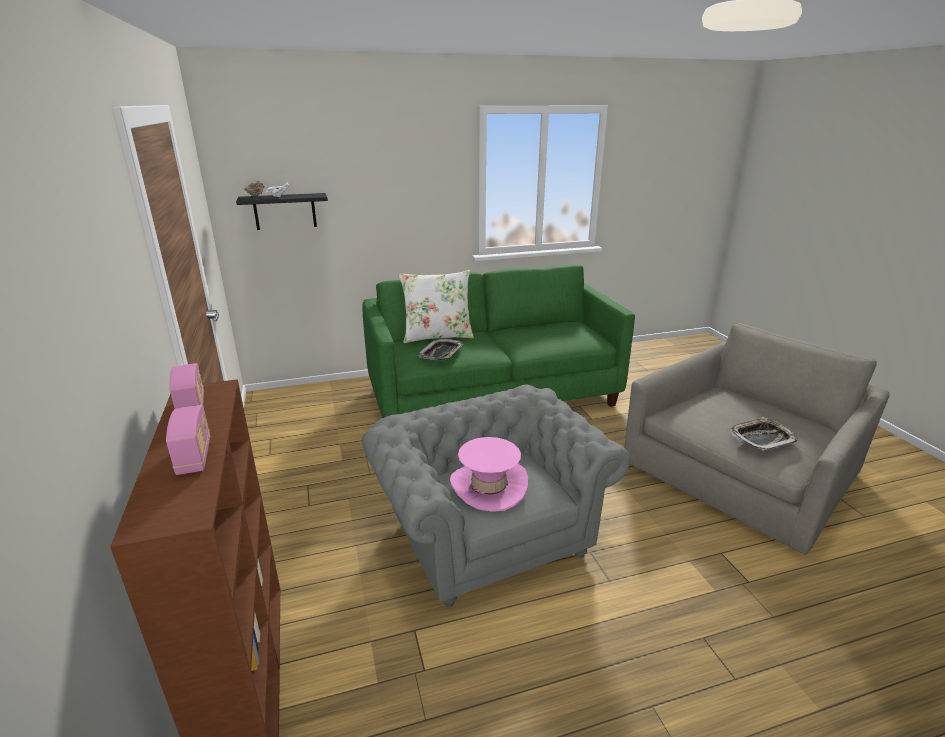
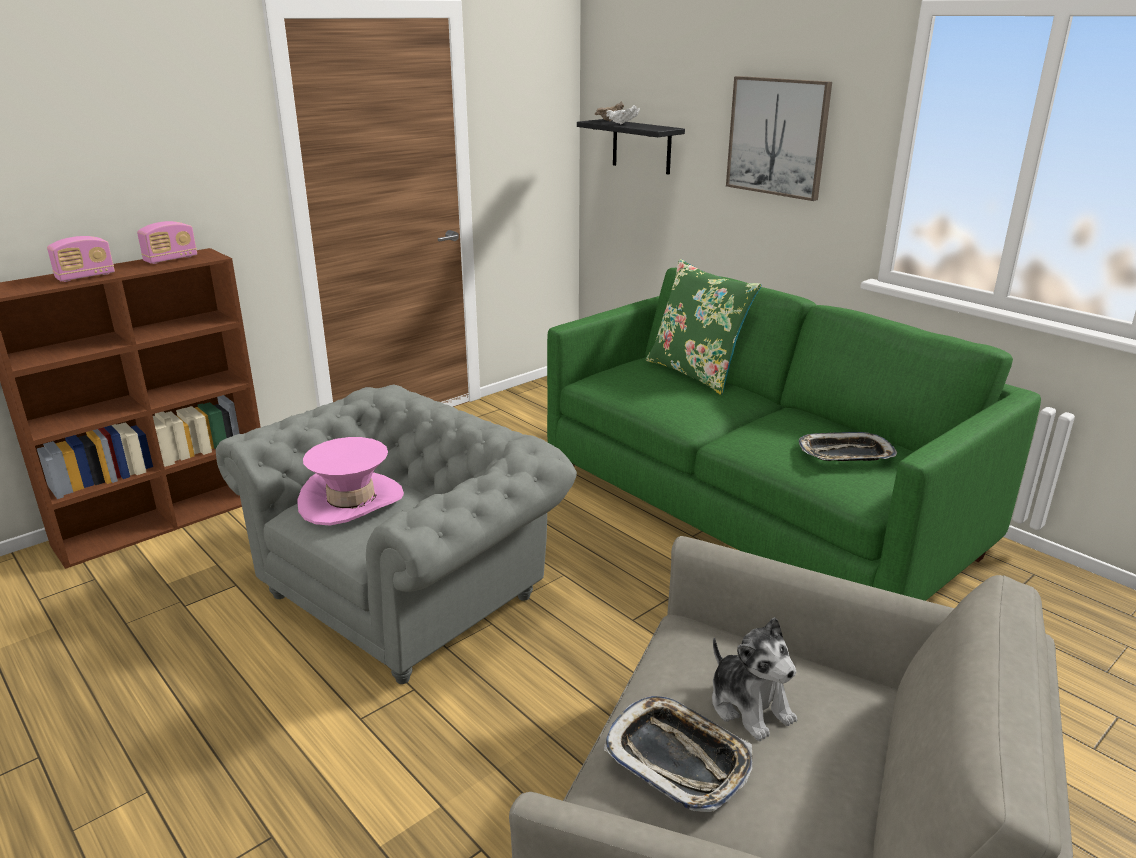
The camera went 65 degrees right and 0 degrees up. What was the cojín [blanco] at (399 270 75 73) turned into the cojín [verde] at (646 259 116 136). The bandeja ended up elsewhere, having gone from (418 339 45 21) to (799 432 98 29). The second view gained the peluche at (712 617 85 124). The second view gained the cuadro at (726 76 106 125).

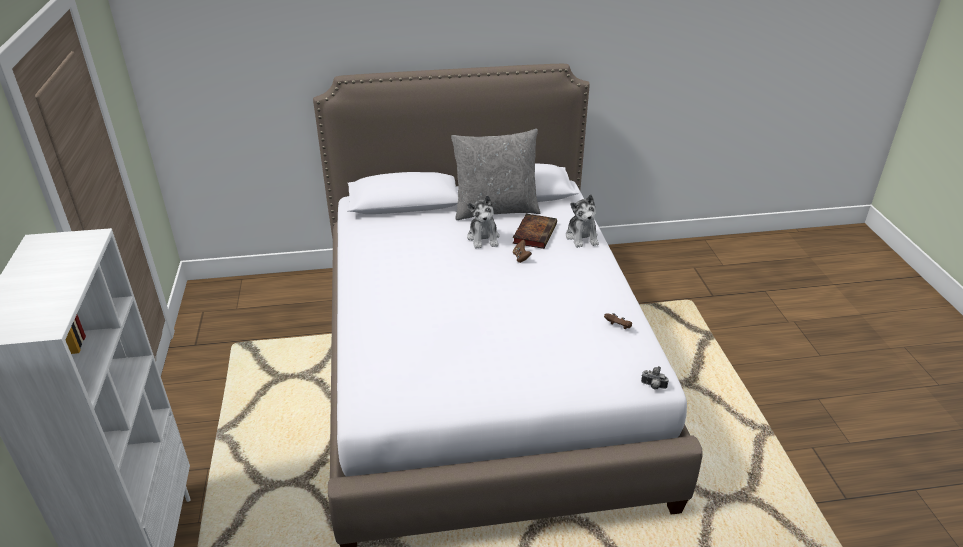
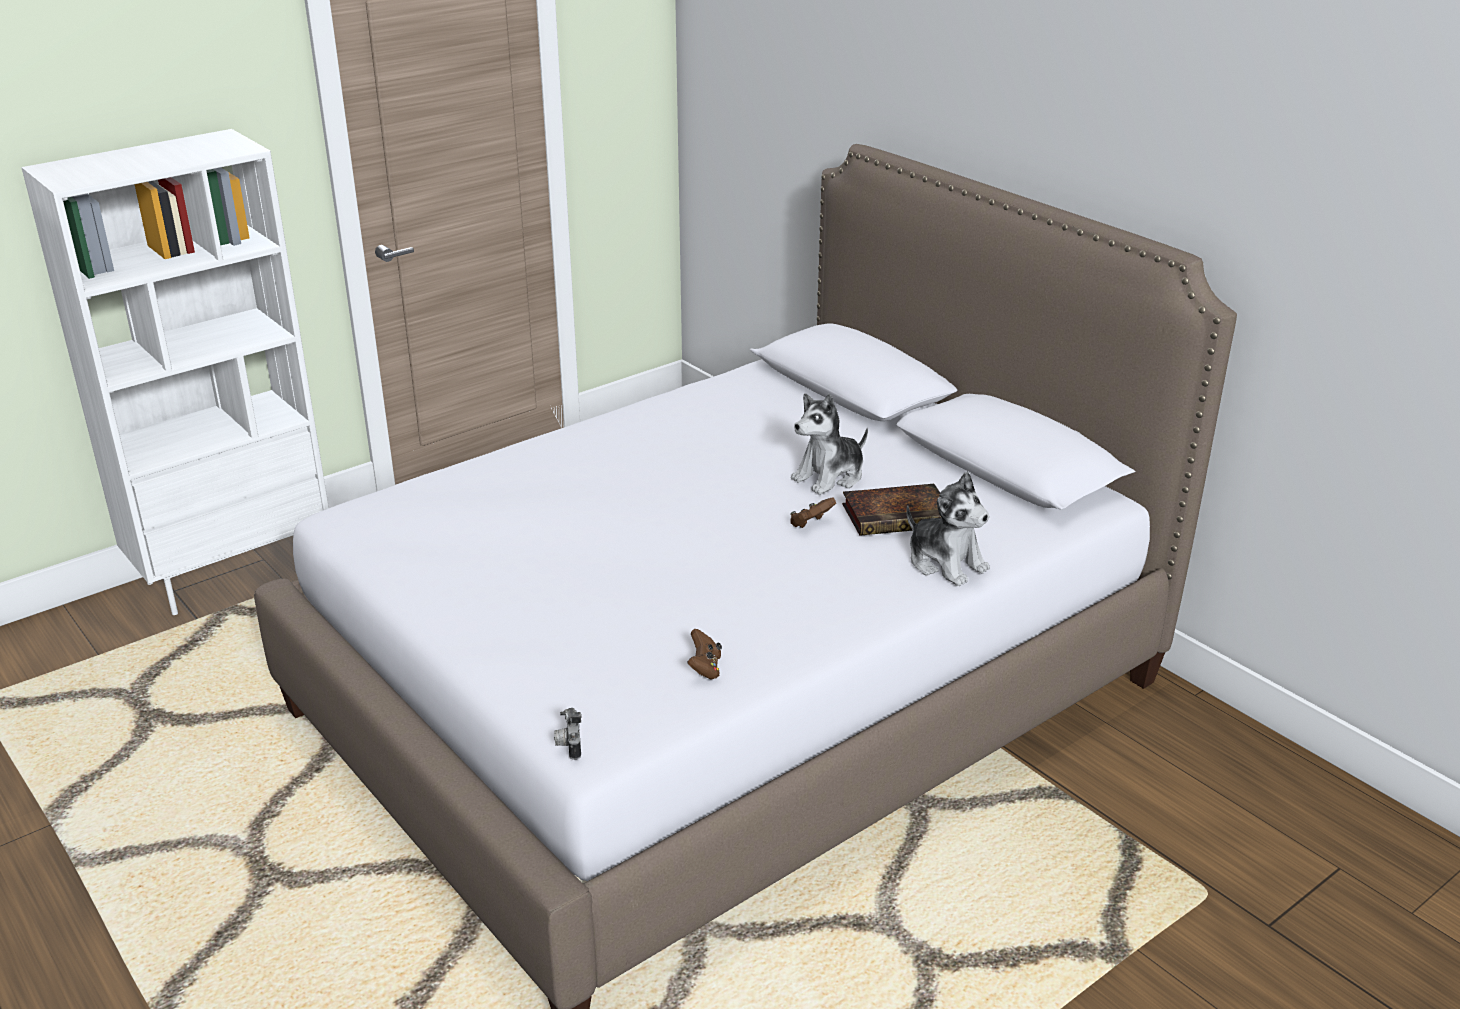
The camera went 60 degrees right and 5 degrees down. The second view lost the cojín [gris] at (451 129 89 91). The peluche at (566 194 33 54) ended up facing another way, 90 degrees counterclockwise from before.

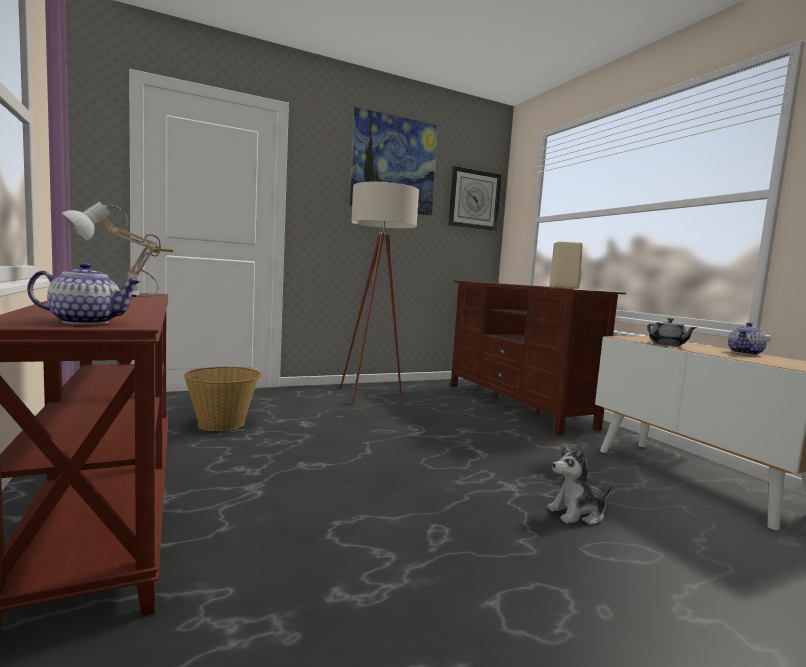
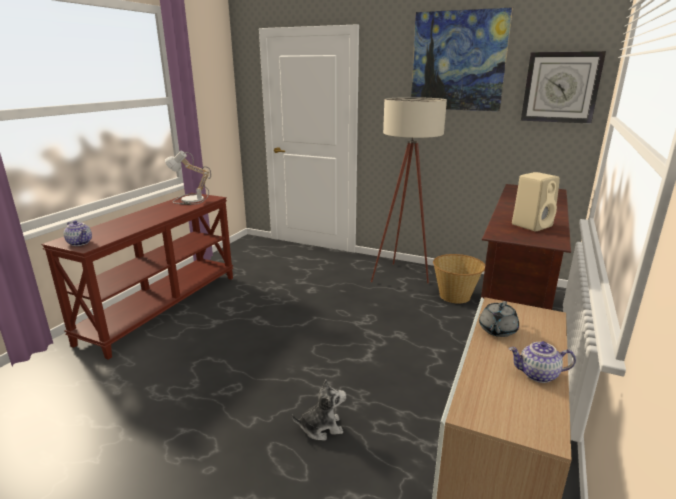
The camera went 50 degrees right and 15 degrees up. The cesta ended up elsewhere, having gone from (184 367 77 64) to (433 254 52 50). The peluche at (547 446 65 79) ended up facing another way, 135 degrees clockwise from before.

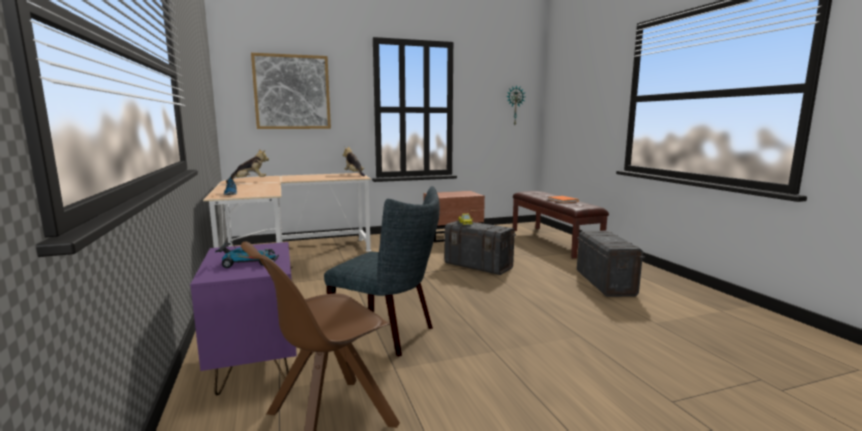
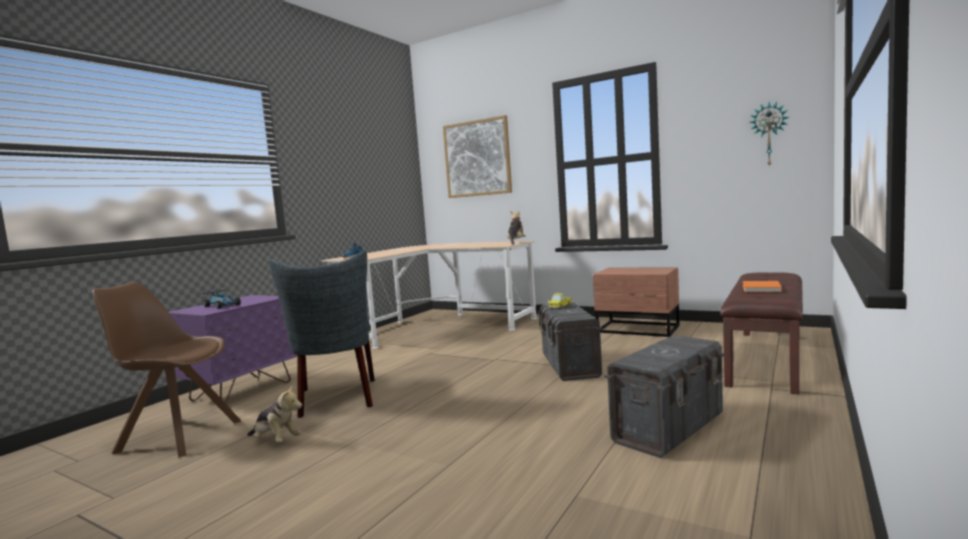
The camera went 50 degrees right and 5 degrees down. The peluche ended up elsewhere, having gone from (226 149 43 33) to (247 385 55 58).

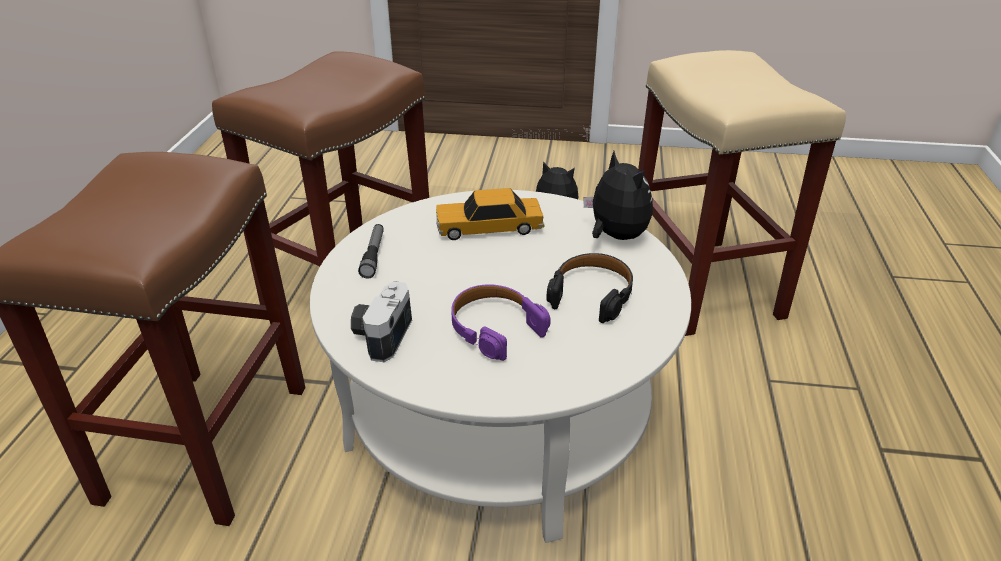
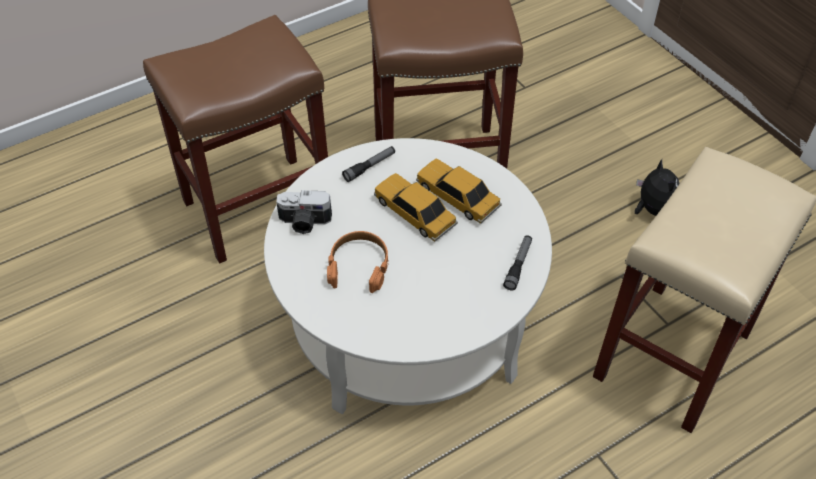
The camera went 50 degrees right and 15 degrees up. The cámara at (351 281 61 81) ended up facing another way, 150 degrees counterclockwise from before. What was the auriculares [morado] at (451 284 100 77) turned into the auriculares [naranja] at (327 231 62 62). The second view lost the auriculares [negro] at (546 253 87 70). Where the peluche stood at (584 151 69 89), the linterna came to stand at (503 235 29 55). The second view gained the coche de juguete at (374 173 84 69).

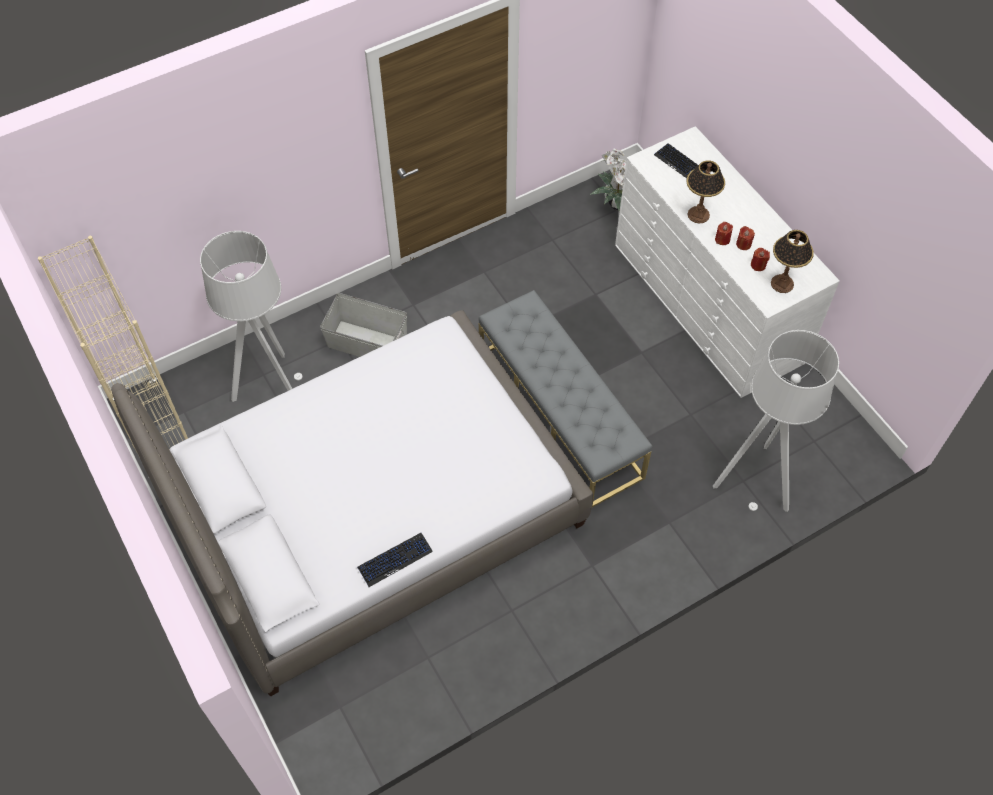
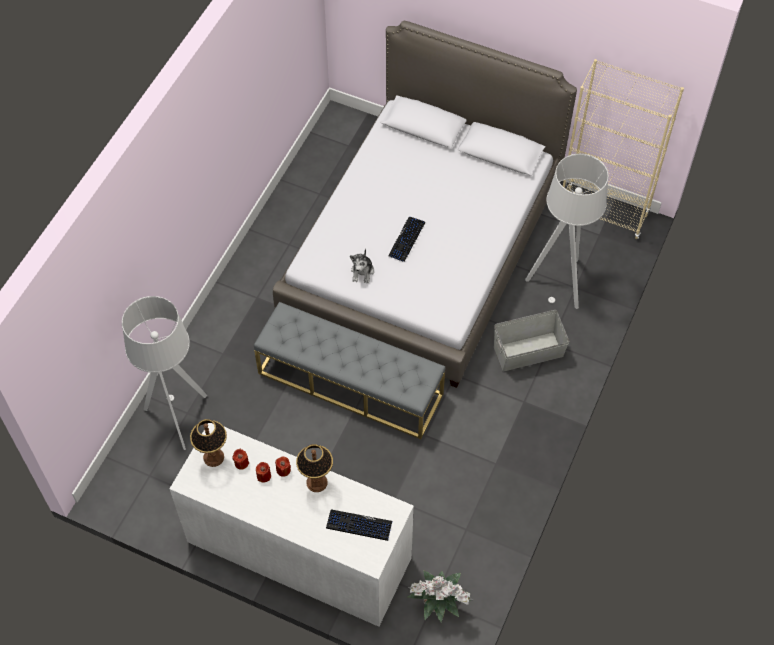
The camera went 145 degrees right and 0 degrees up. The teclado ended up elsewhere, having gone from (357 533 76 54) to (388 217 37 45). The second view gained the peluche at (350 248 24 35).

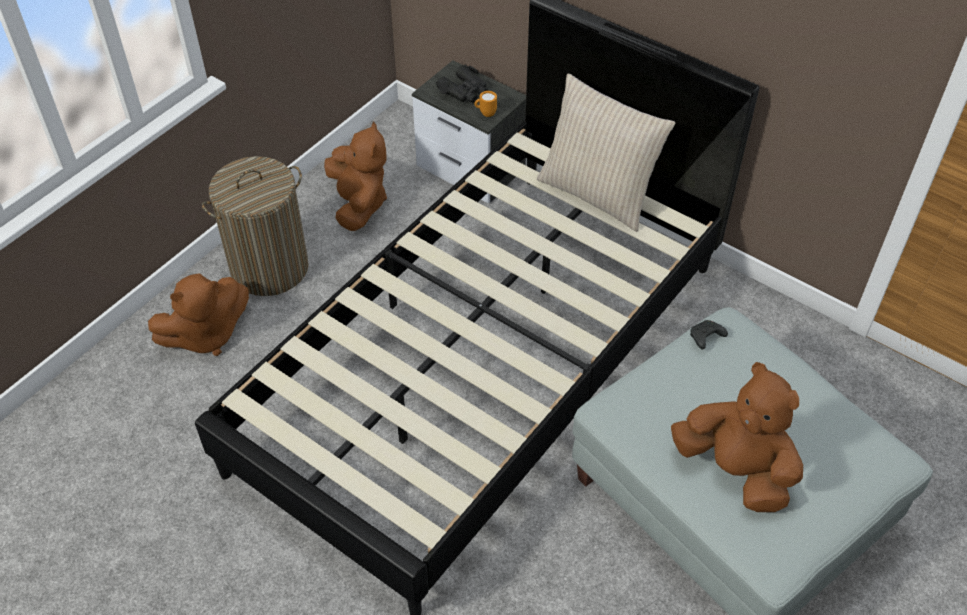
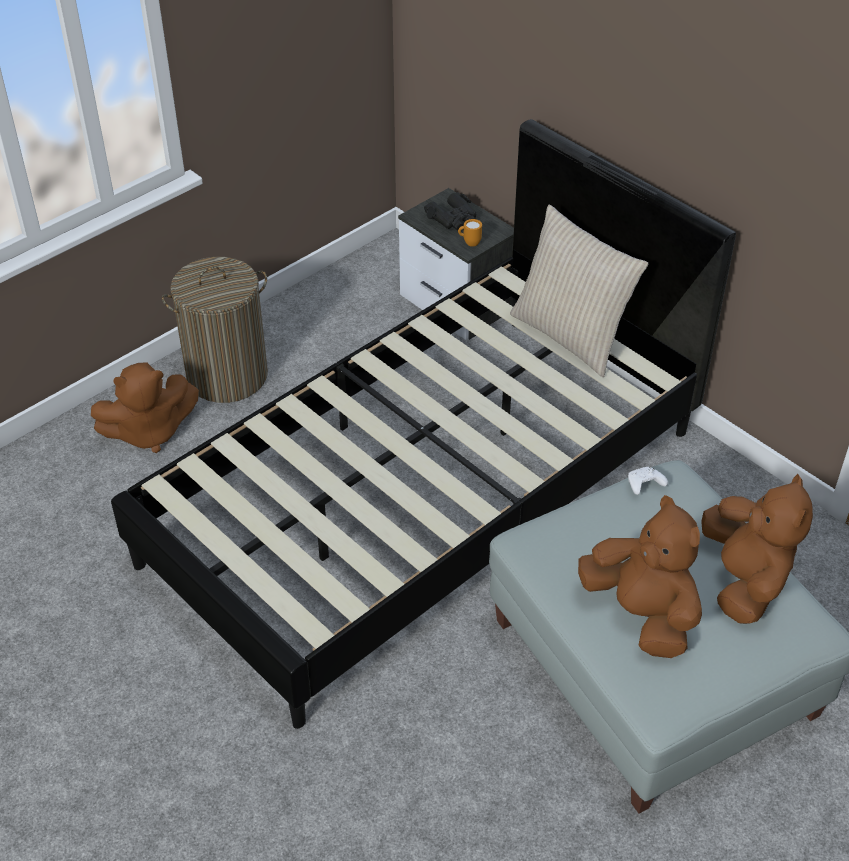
The camera went 10 degrees right and 5 degrees down. The peluche [marrón] ended up elsewhere, having gone from (324 121 63 110) to (701 474 112 150). What was the mando de consola [negro] at (690 320 38 29) turned into the mando de consola [blanco] at (628 467 40 28).

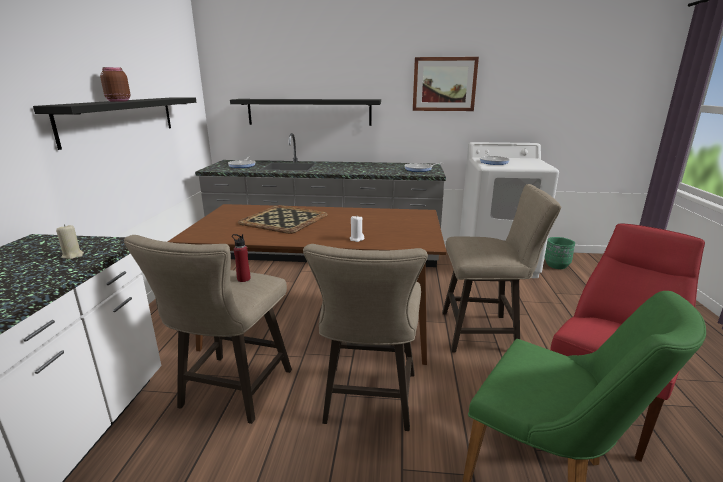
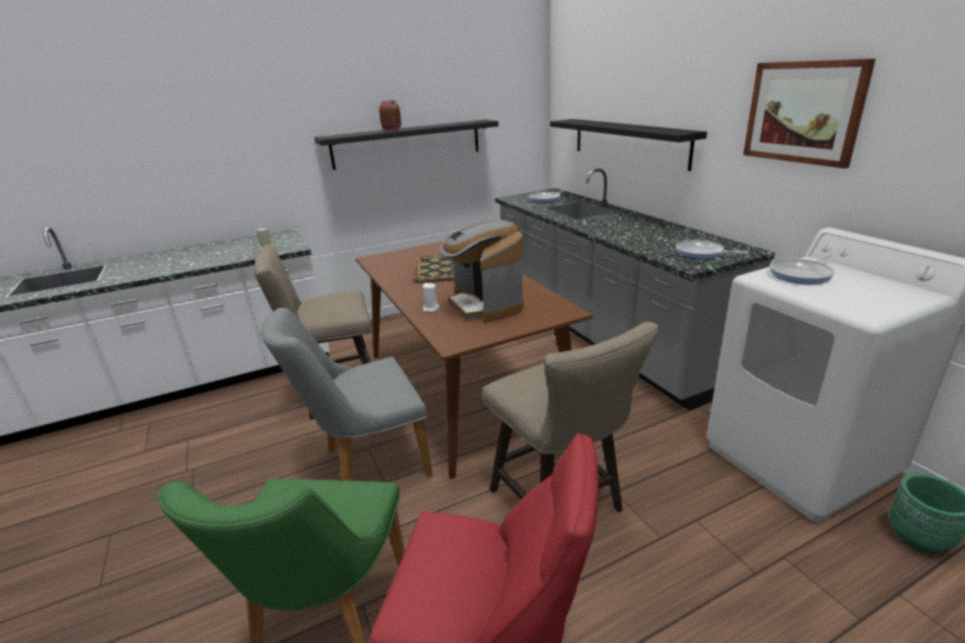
The camera went 60 degrees right and 5 degrees up. The second view lost the botella [rojo] at (232 234 18 48). Where the taburete [beis] stood at (303 244 125 187), the silla [gris] came to stand at (261 308 172 173). The second view gained the cafetera at (439 220 84 102).

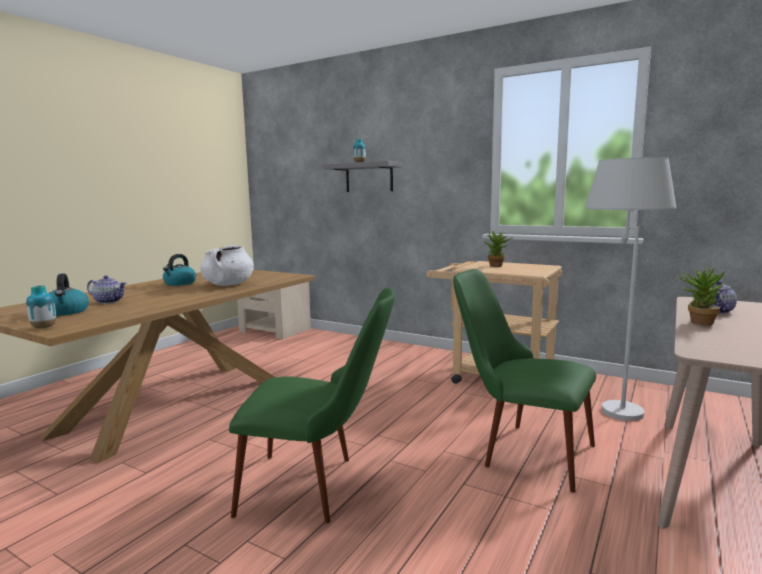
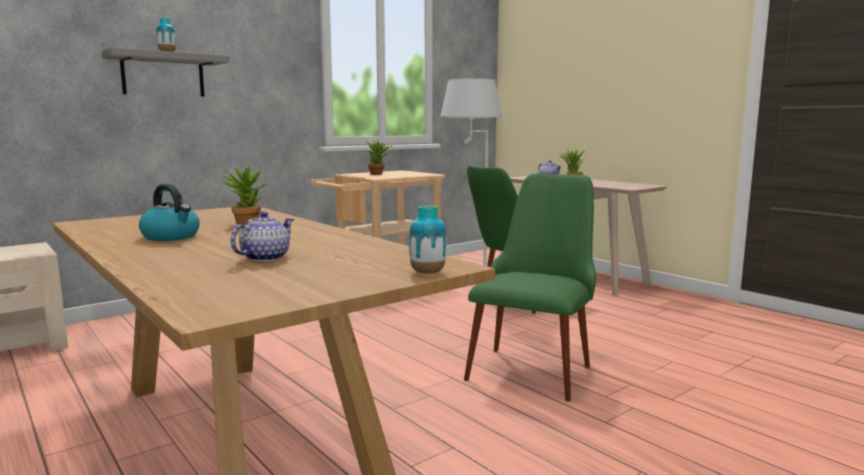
The camera went 70 degrees left and 0 degrees up. The second view lost the hervidor at (48 274 41 42). Where the olla [blanco] stood at (201 245 53 41), the planta en maceta came to stand at (221 165 45 61).

